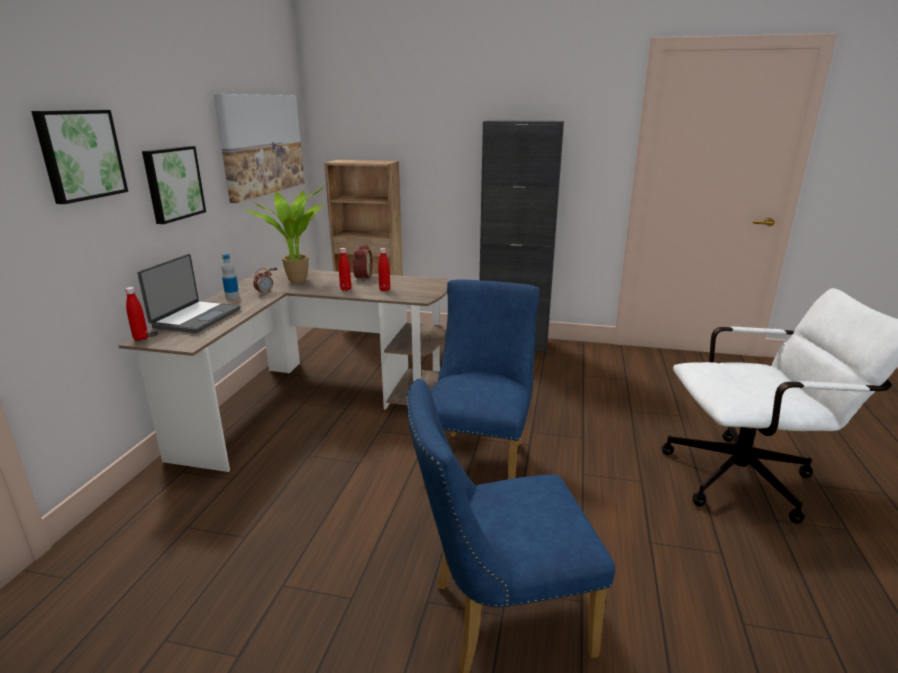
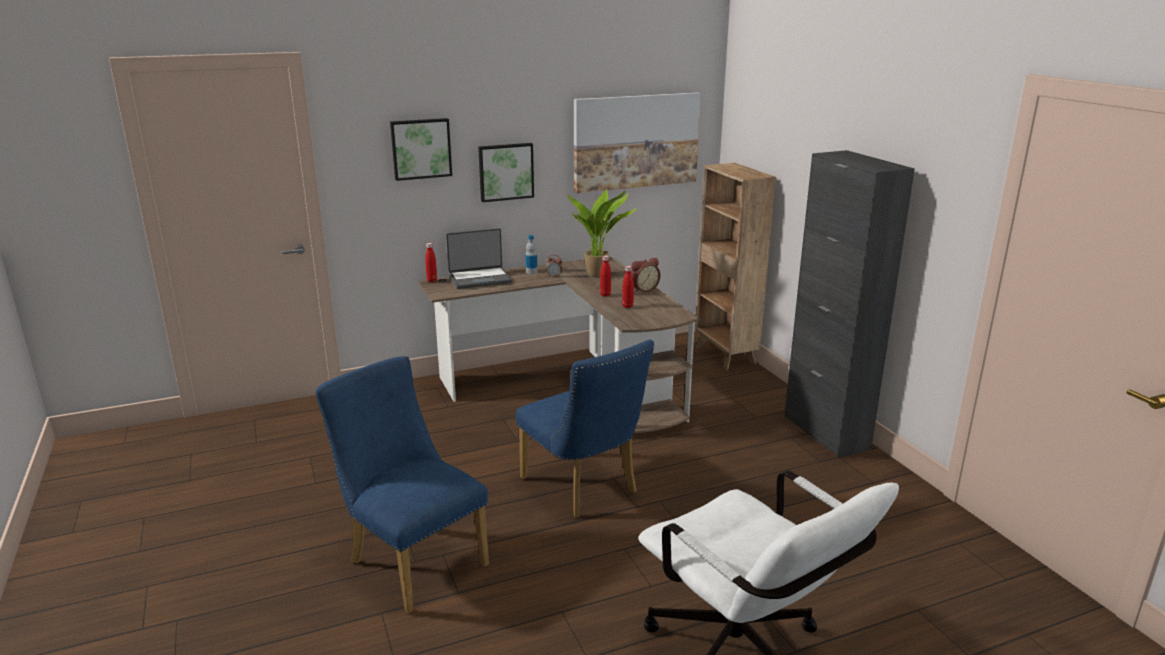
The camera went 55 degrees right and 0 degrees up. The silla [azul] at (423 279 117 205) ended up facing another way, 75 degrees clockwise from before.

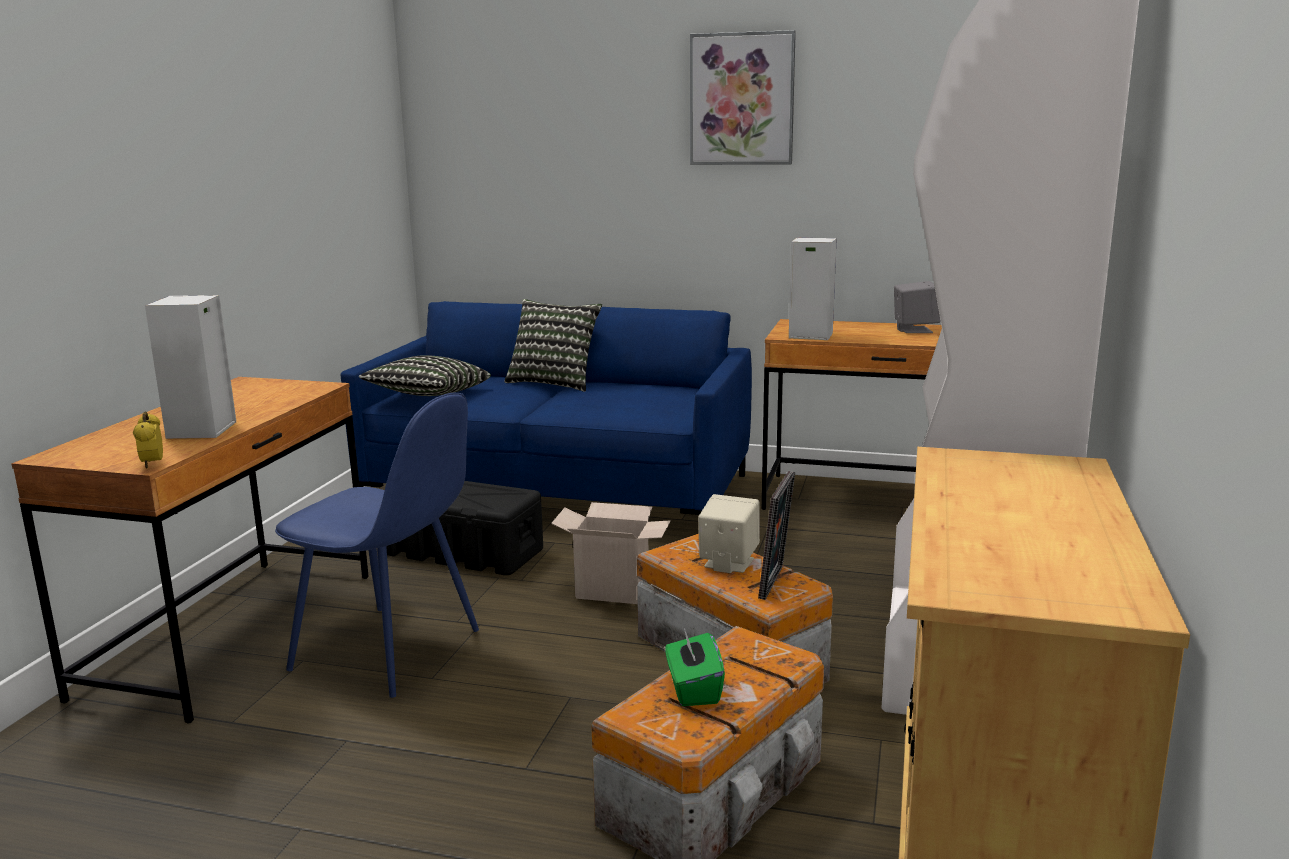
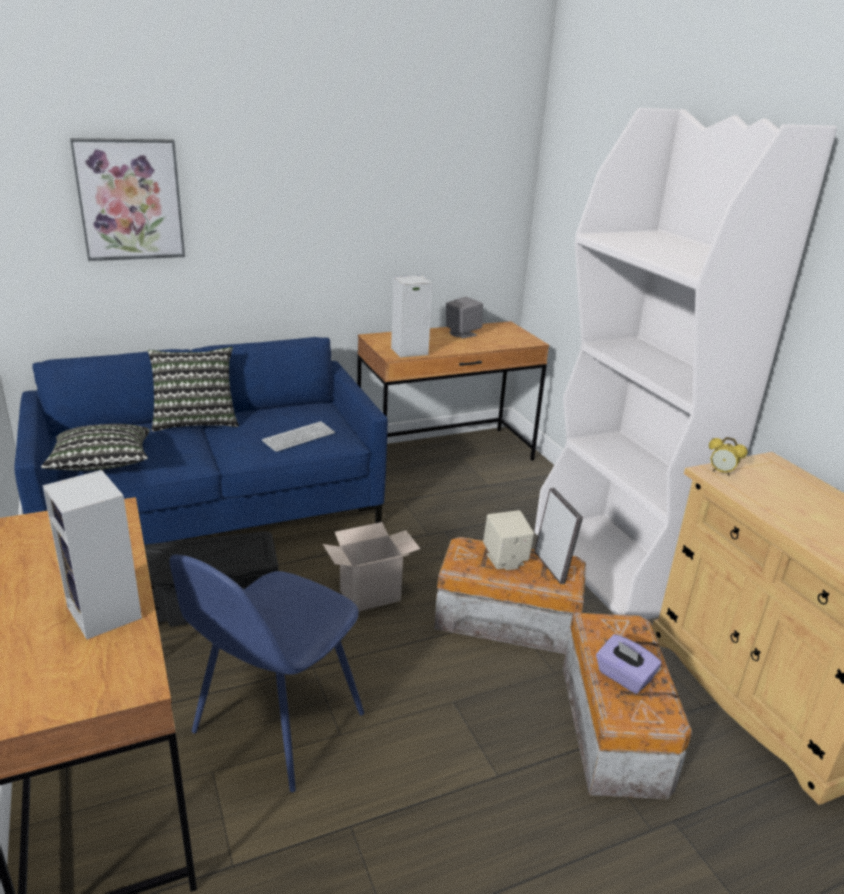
The camera went 40 degrees left and 10 degrees up. The despertador ended up elsewhere, having gone from (133 412 30 56) to (709 437 39 39). The silla [azul] at (275 392 204 306) ended up facing another way, 135 degrees clockwise from before. What was the caja de pañuelos [verde] at (665 628 60 78) turned into the caja de pañuelos [morado] at (596 634 65 60). The cuadro ended up elsewhere, having gone from (690 30 106 135) to (70 138 115 123). The second view gained the teclado at (262 421 73 31).

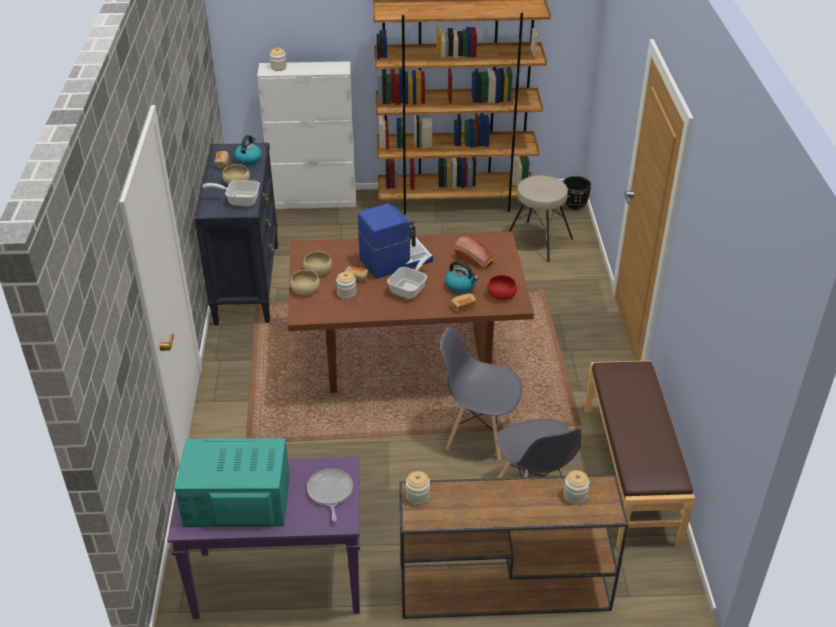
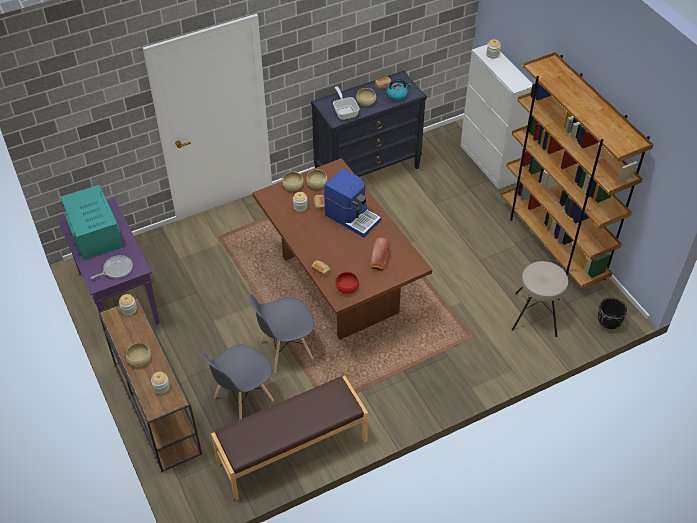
The camera went 65 degrees right and 10 degrees up. The second view lost the sartén at (387 255 43 44). The silla [gris] at (440 327 82 134) ended up facing another way, 105 degrees counterclockwise from before. The second view lost the hervidor at (445 261 34 32). The second view gained the cuenco [beis] at (126 343 25 24).

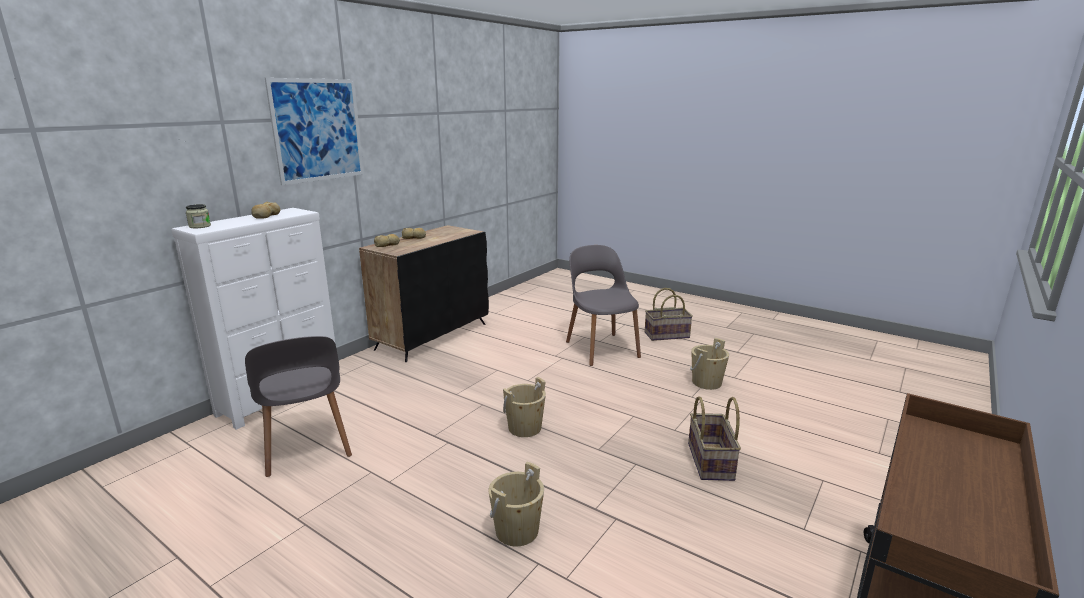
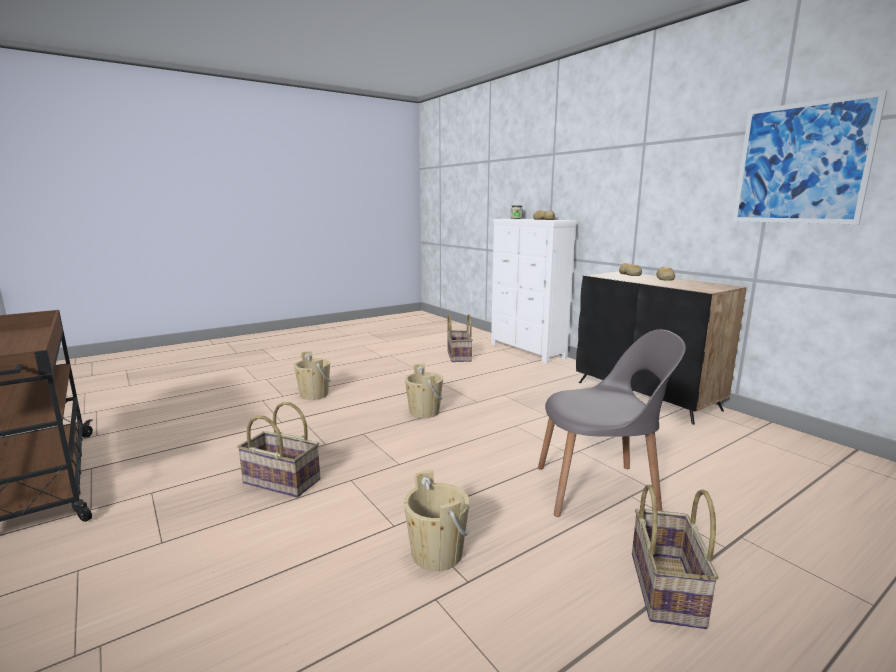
The camera went 110 degrees right and 5 degrees down. Where the silla [gris] stood at (245 336 107 141), the cesta came to stand at (447 314 26 48). The cuadro ended up elsewhere, having gone from (265 78 99 107) to (733 90 154 134).

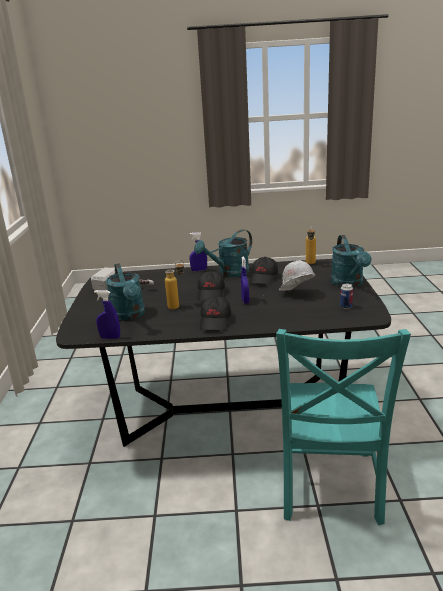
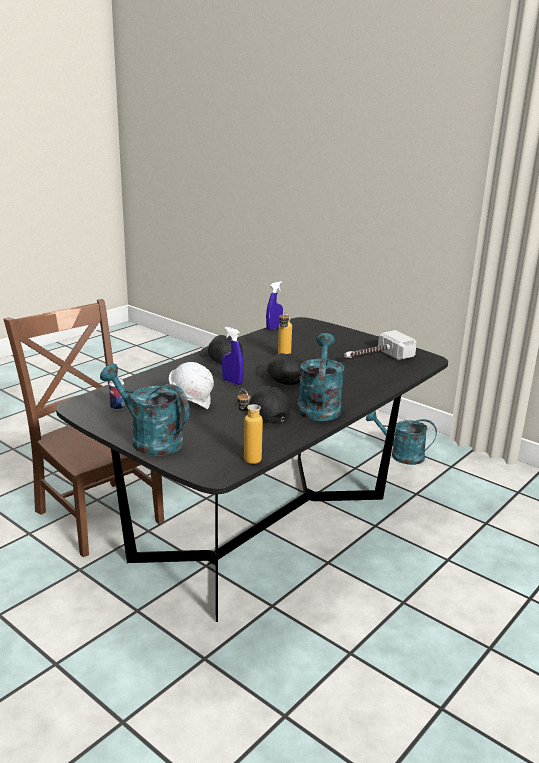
The camera went 130 degrees right and 0 degrees up. The regadera [turquesa] ended up elsewhere, having gone from (106 263 39 58) to (366 411 71 54). The second view lost the pulverizador [azul] at (190 232 17 39). What was the silla [turquesa] at (276 329 135 196) turned into the silla [marrón] at (3 299 161 258).

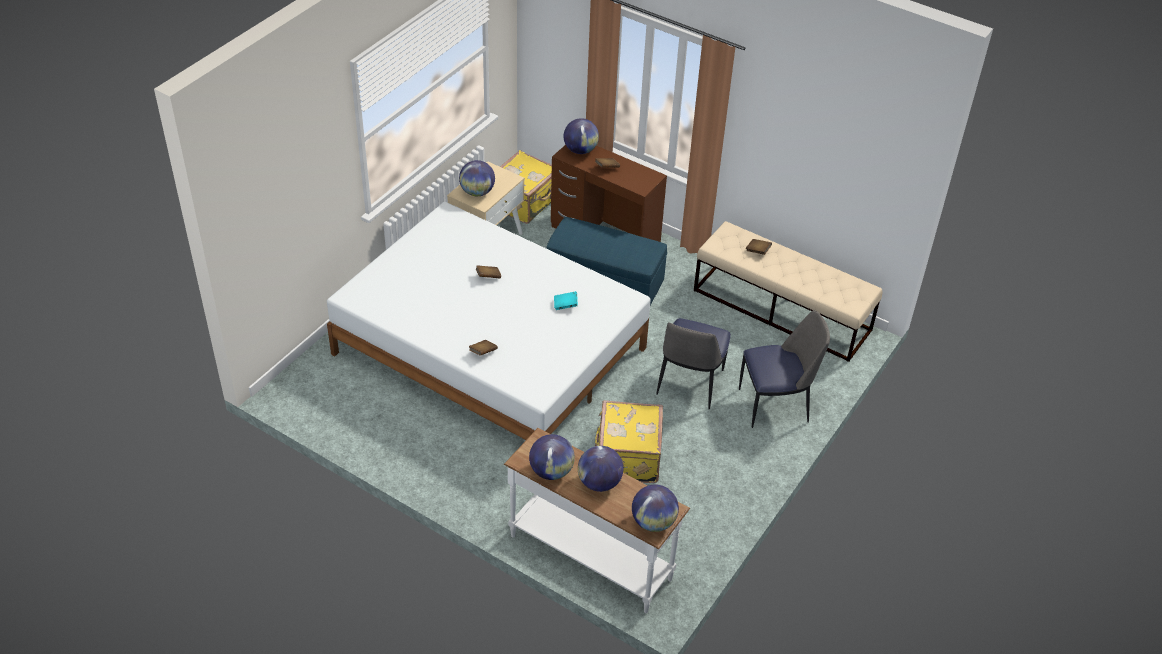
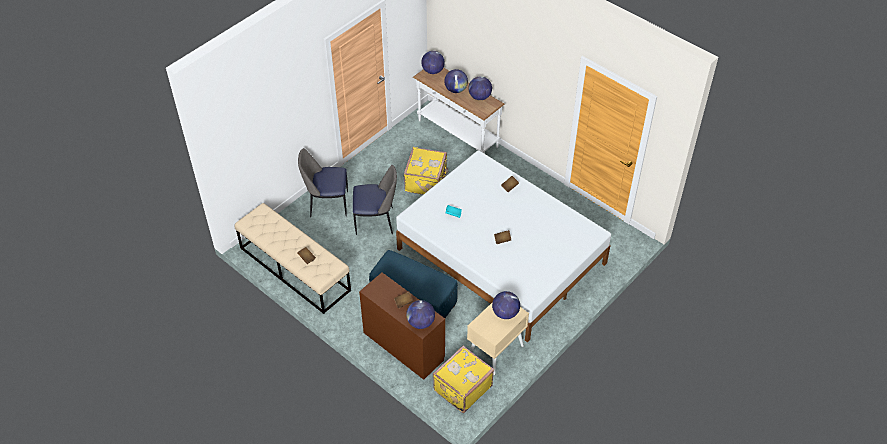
The camera went 170 degrees left and 5 degrees up. The silla at (656 318 75 91) ended up facing another way, 60 degrees clockwise from before.

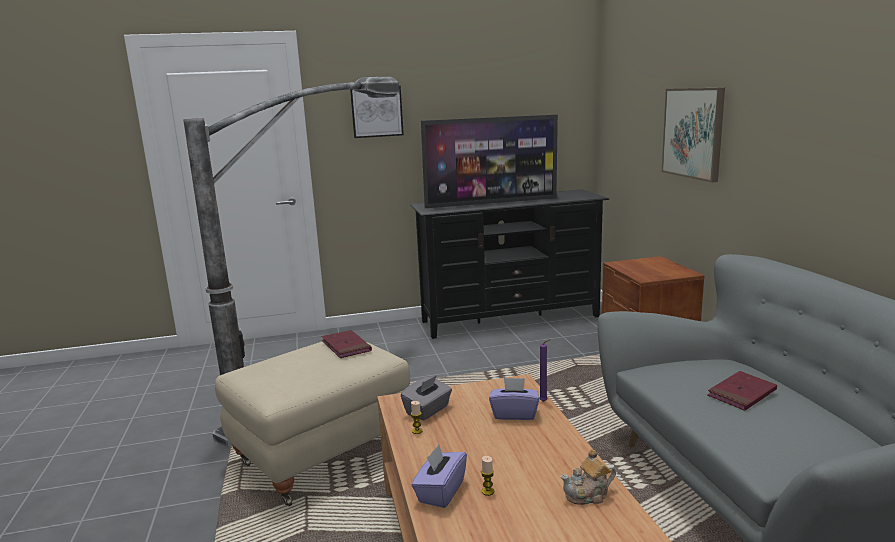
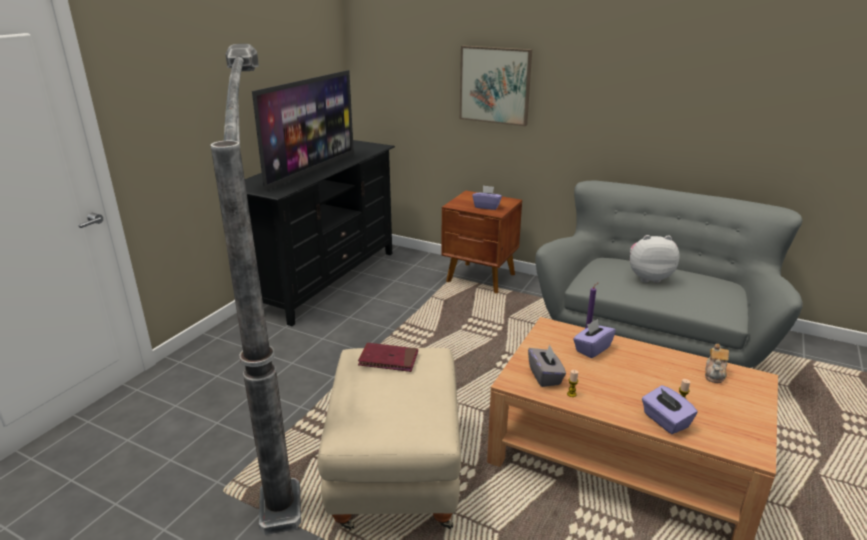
The camera went 50 degrees left and 10 degrees up. The second view lost the cuadro at (350 86 54 52). Where the libro [rojo] stood at (707 371 70 40), the peluche came to stand at (630 235 50 48). The second view gained the caja de pañuelos [morado] at (472 185 30 25).

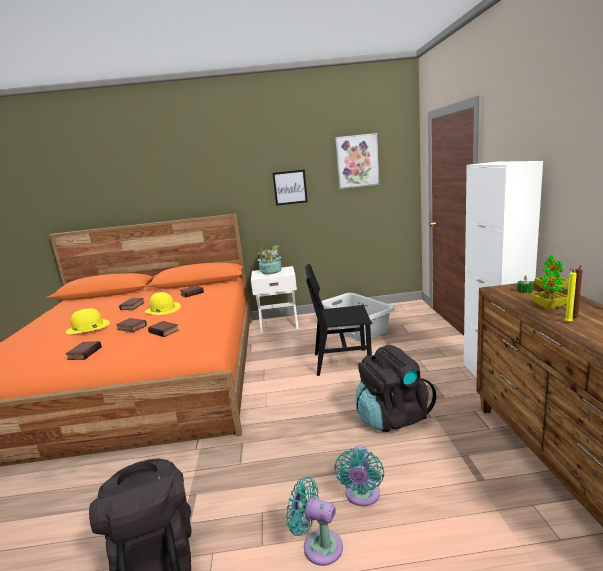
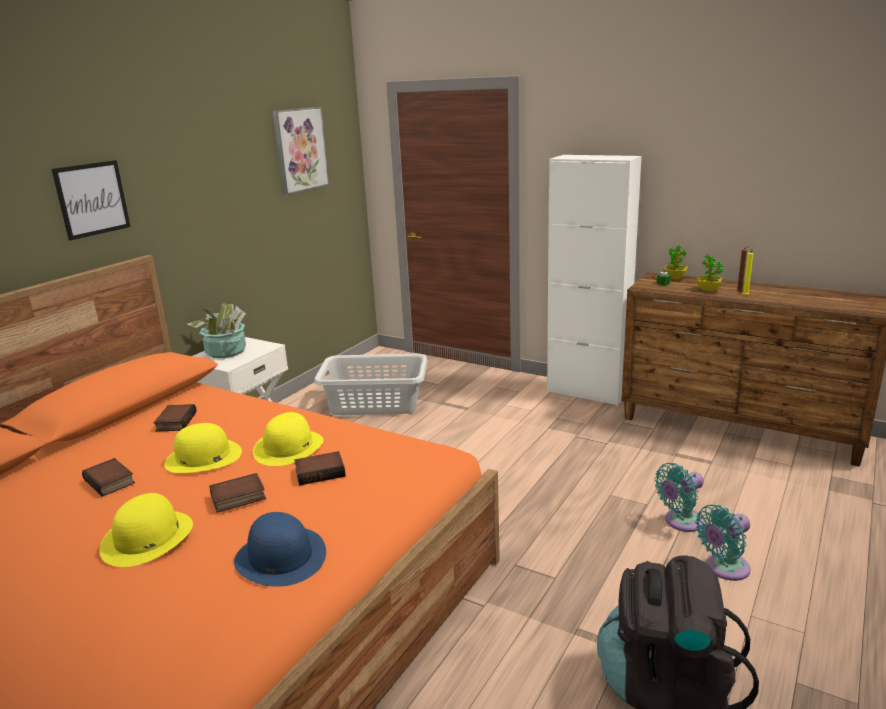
The camera went 55 degrees left and 5 degrees up. Where the libro stood at (66 341 36 19), the sombrero [azul] came to stand at (234 512 92 75). The cuadro ended up elsewhere, having gone from (272 170 36 36) to (52 160 79 81). The second view lost the silla [negro] at (305 264 67 112). The ventilador [turquesa] at (334 445 50 61) ended up facing another way, 105 degrees clockwise from before. The second view lost the mochila [negro] at (356 345 80 87). The second view gained the sombrero [amarillo] at (253 412 70 54).

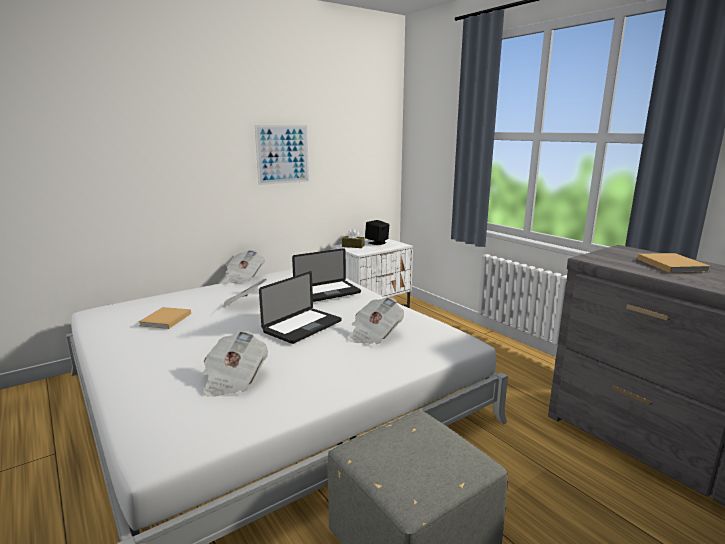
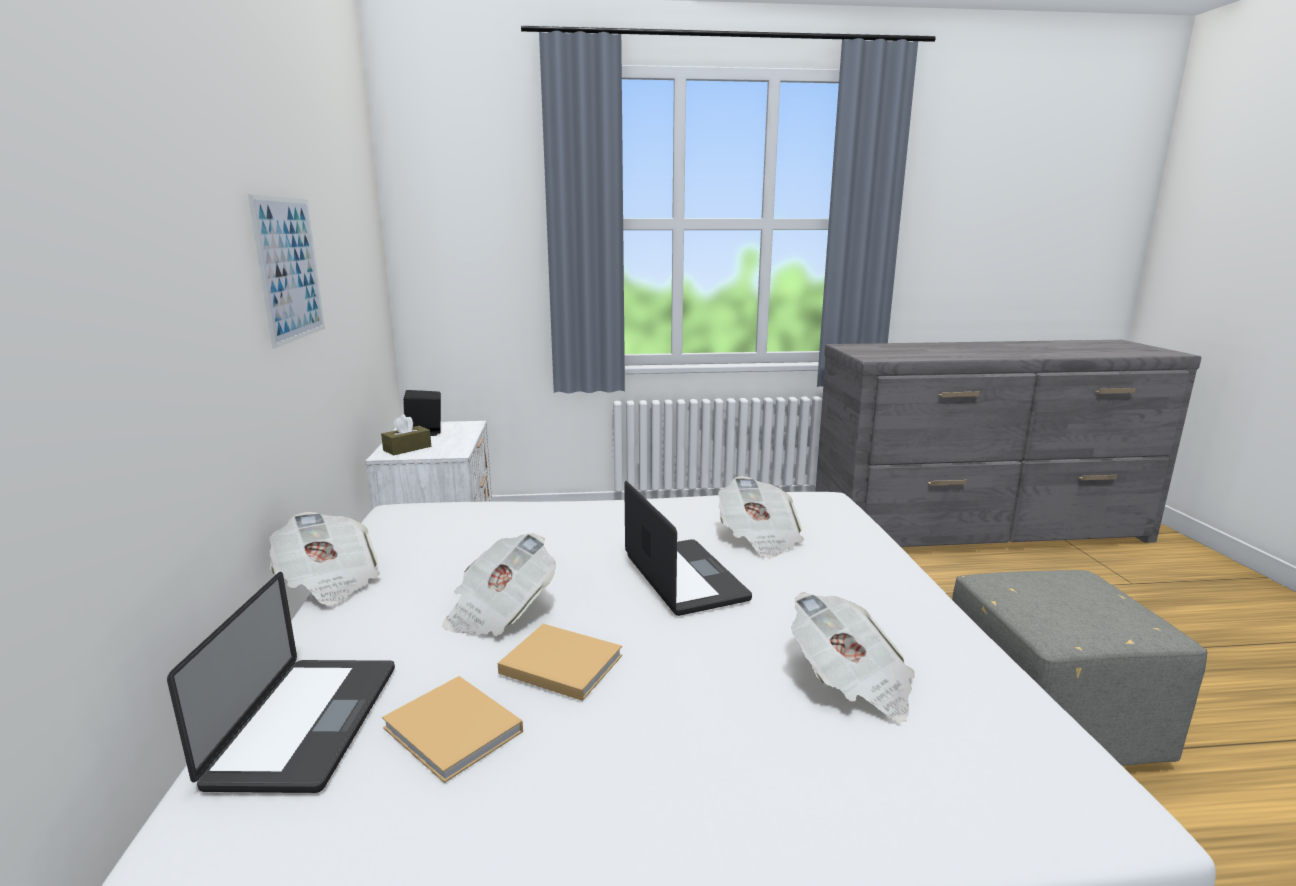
The camera went 60 degrees left and 0 degrees up. The portátil ended up elsewhere, having gone from (292 248 69 54) to (167 572 228 221). The libro [beis] ended up elsewhere, having gone from (638 253 73 20) to (498 624 124 77).

